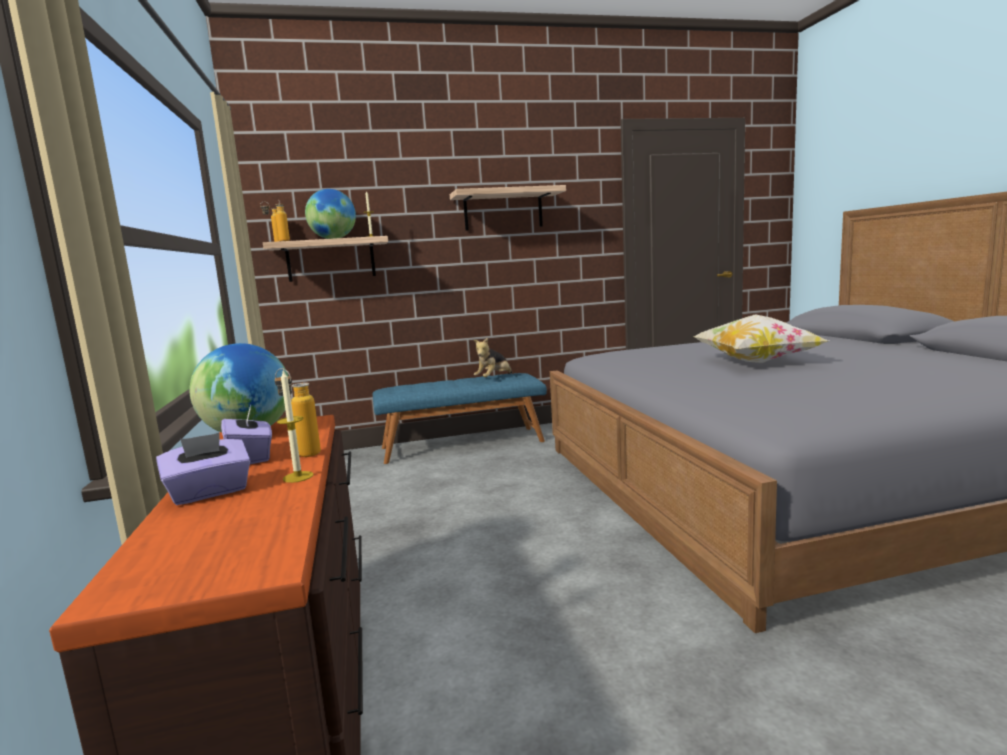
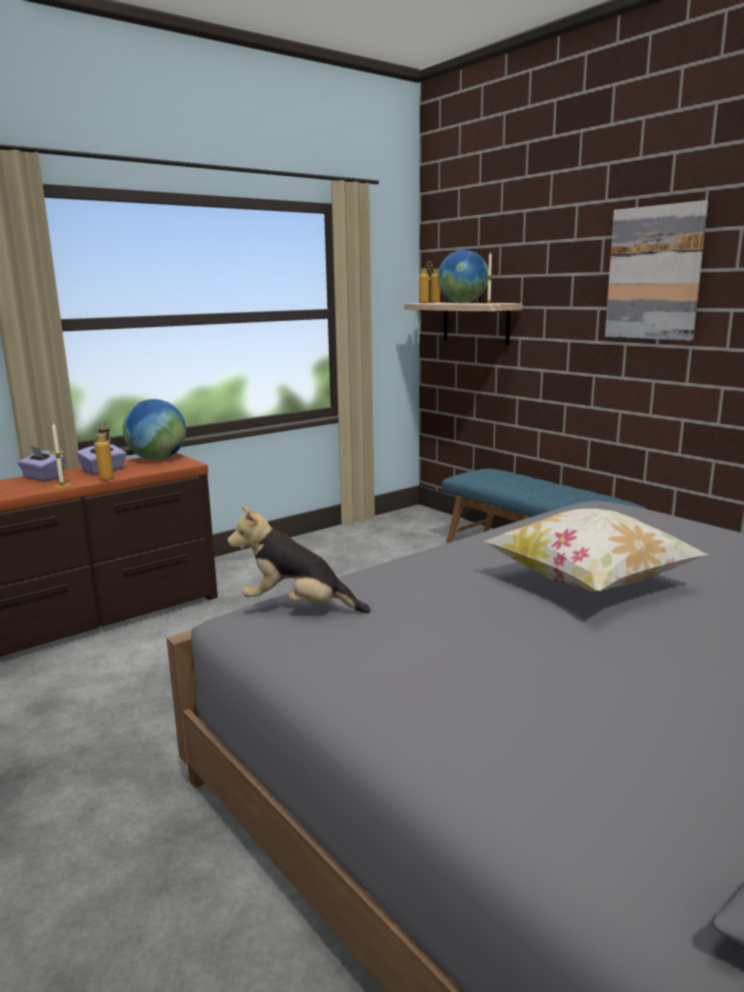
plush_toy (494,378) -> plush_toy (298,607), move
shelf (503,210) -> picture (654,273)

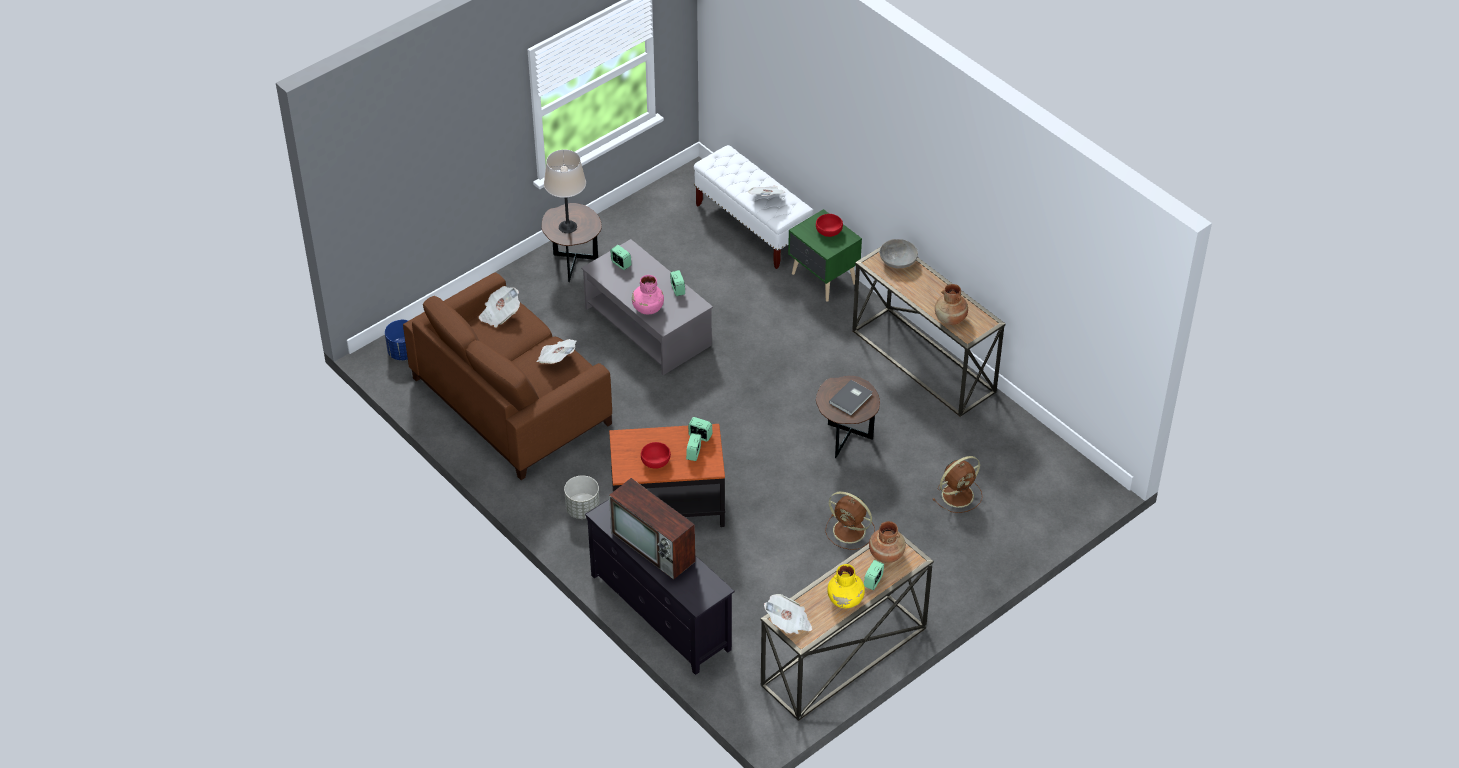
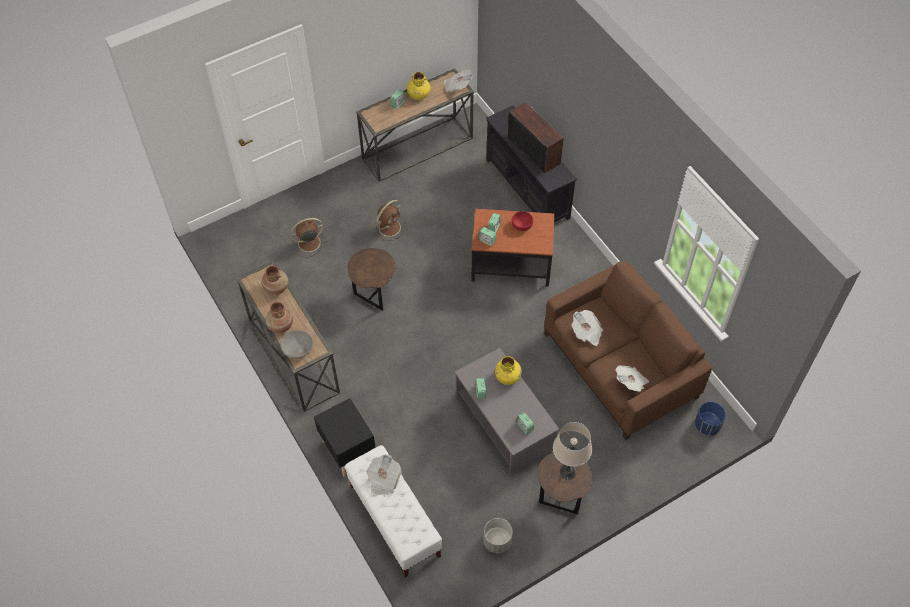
brown_vase (886,554) -> brown_vase (280,326), move
green_nightstand (823,280) -> black_nightstand (348,449)
brown_fan (850,531) -> brown_fan (390,227), 90 degrees clockwise
grey_planter (583,509) -> grey_planter (497,541), move
pink_vase (648,308) -> yellow_vase (508,376)
red_bowl (829,231) -> none
grey_book (852,399) -> none

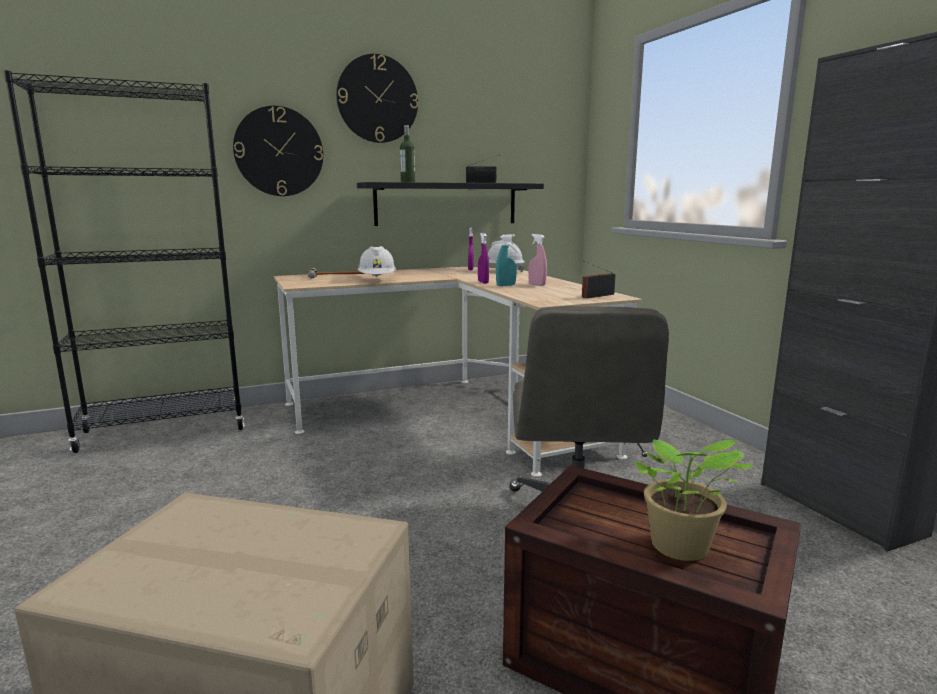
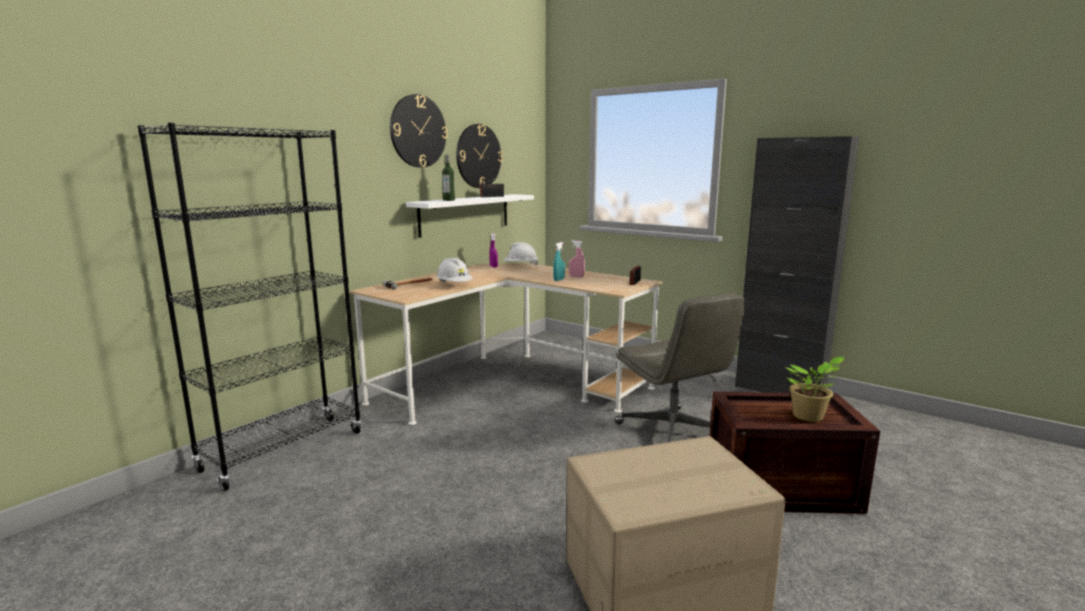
black_shelf (447,204) -> white_shelf (465,214)
wall_clock (279,152) -> wall_clock (478,156), move
purple_spray_bottle (483,282) -> none

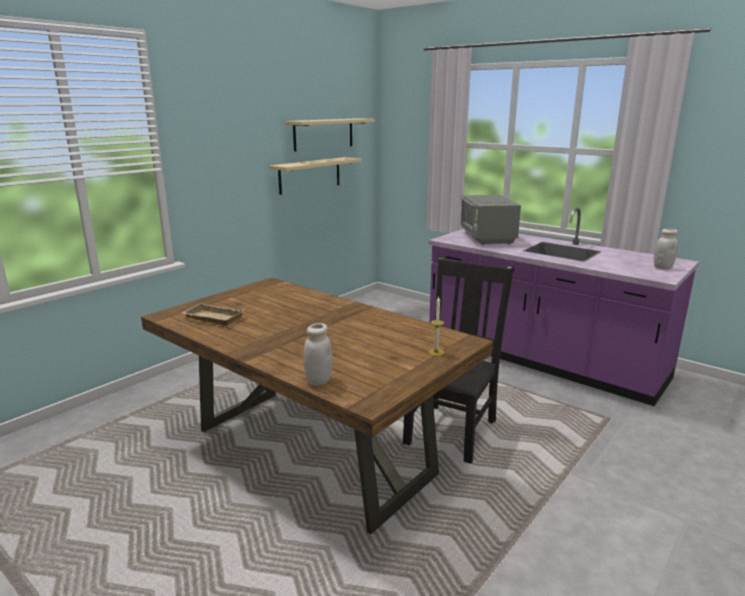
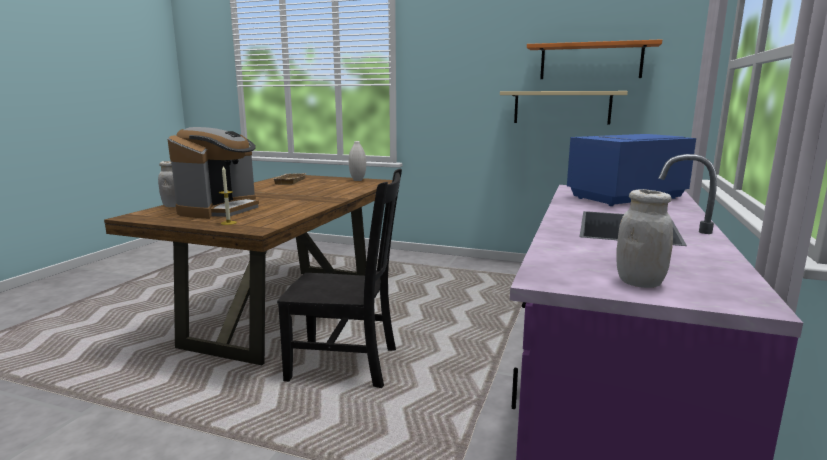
none -> coffee_machine (220,210)
none -> white_vase (358,180)
beige_shelf (323,134) -> orange_shelf (590,61)
grey_microwave (486,238) -> blue_microwave (623,198)

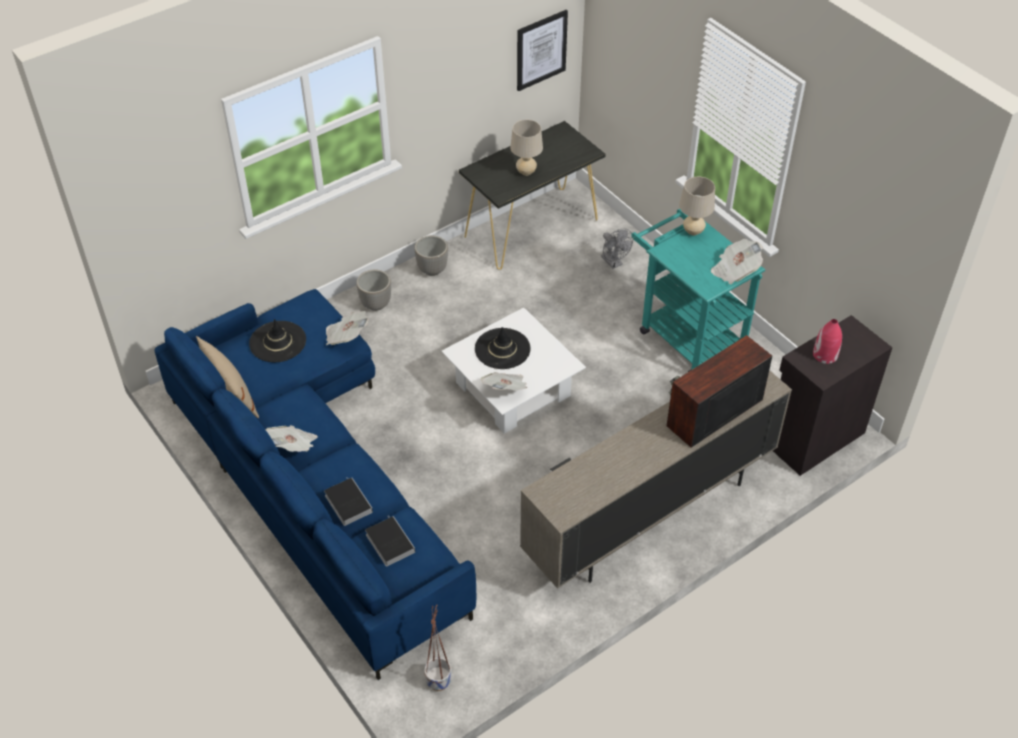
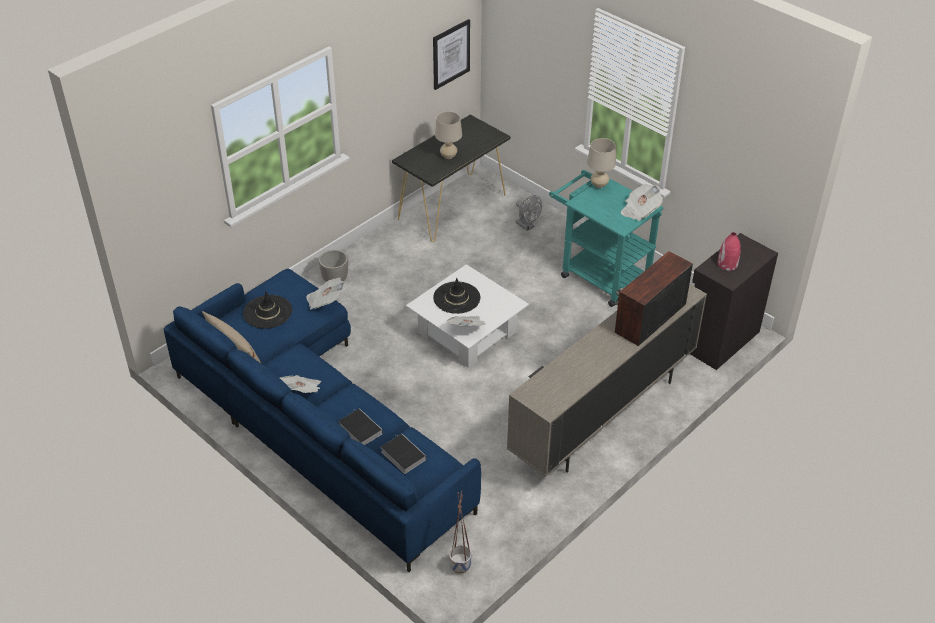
planter (432,269) -> none

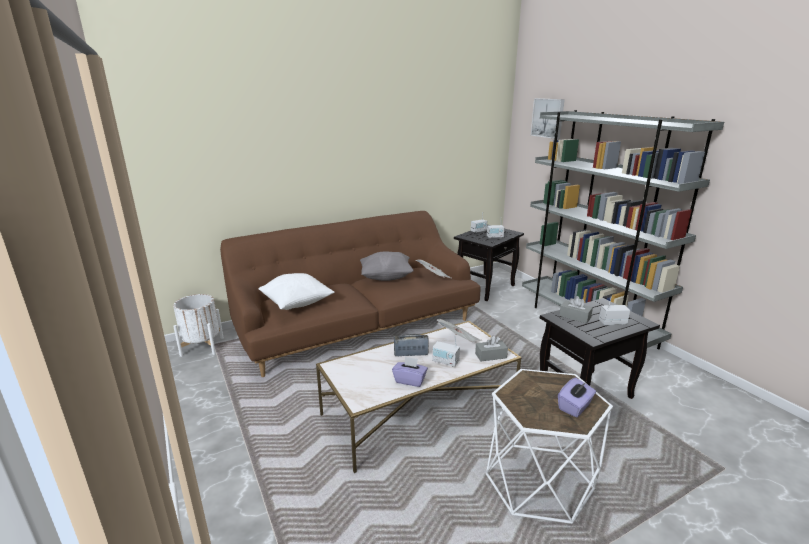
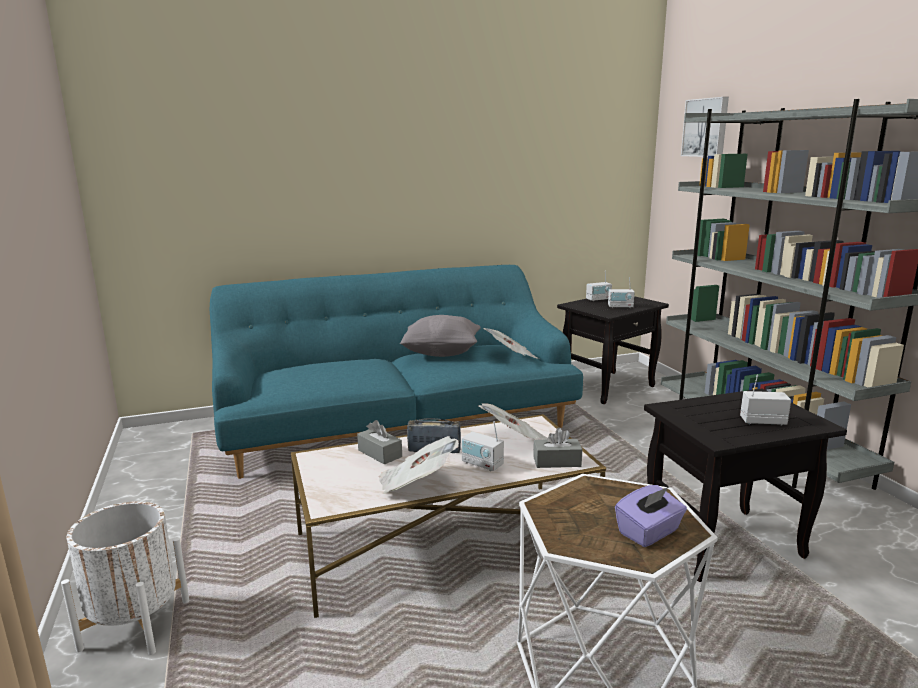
white_planter (202,346) -> white_planter (135,624), move
brown_sofa (357,326) -> turquoise_sofa (397,424)
grey_tissue_box (575,317) -> grey_tissue_box (380,453), move
purple_tissue_box (410,380) -> newspaper (416,484)
white_pillow (297,304) -> none

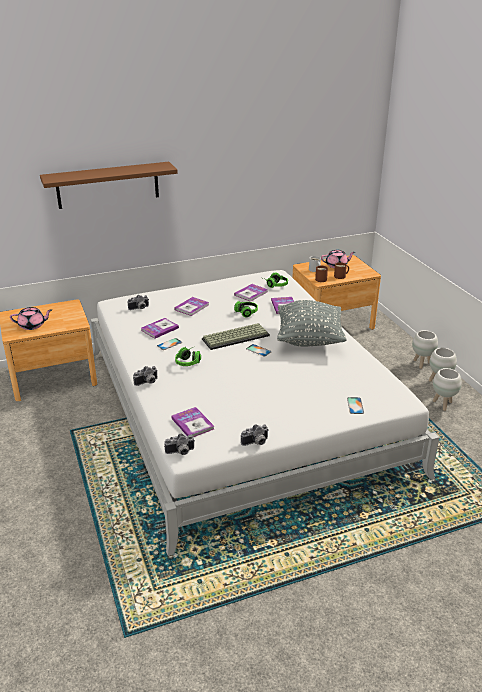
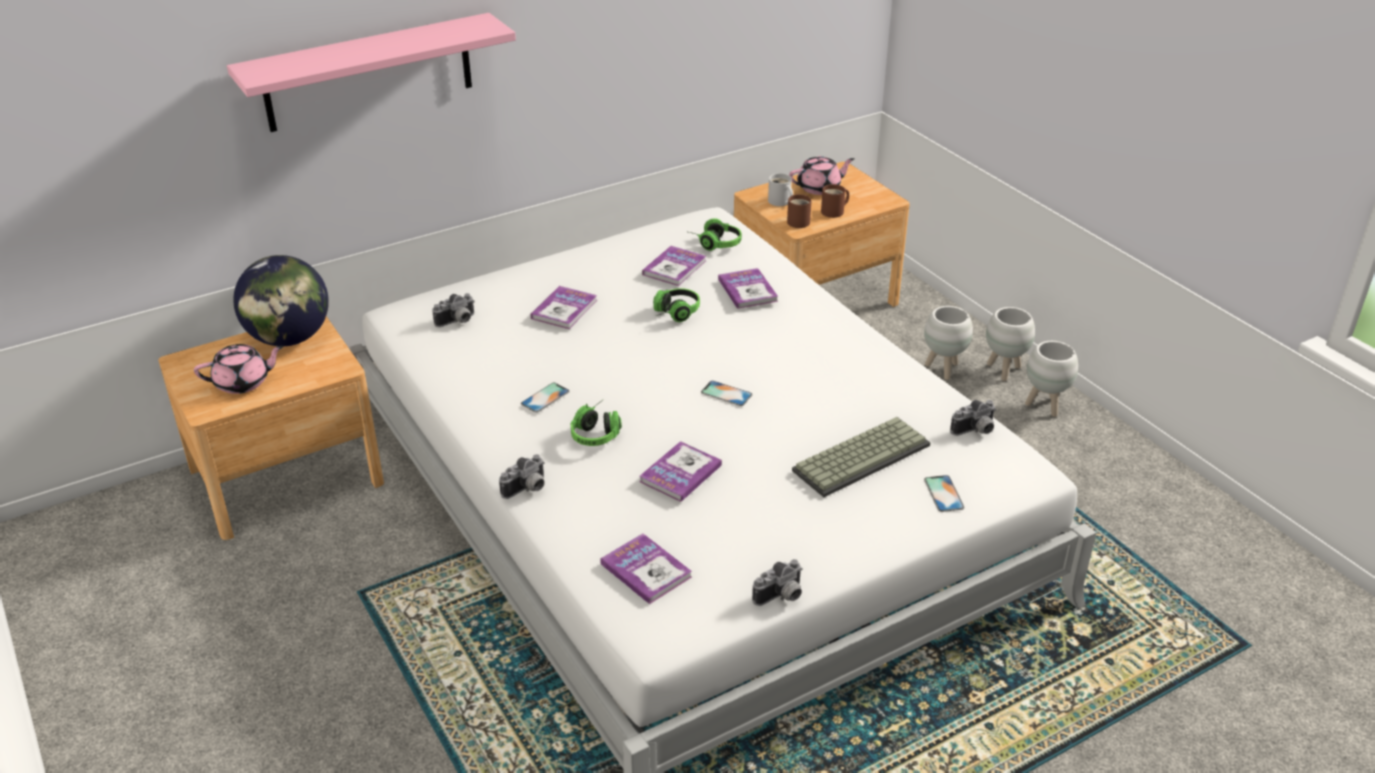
brown_shelf (108,185) -> pink_shelf (368,73)
none -> globe (289,338)
book (159,329) -> book (680,473), move
keyboard (236,337) -> keyboard (861,456), move
white_planter (442,404) -> white_planter (943,369), move
photo_camera (180,452) -> photo_camera (975,431), move
grey_pillow (309,339) -> none

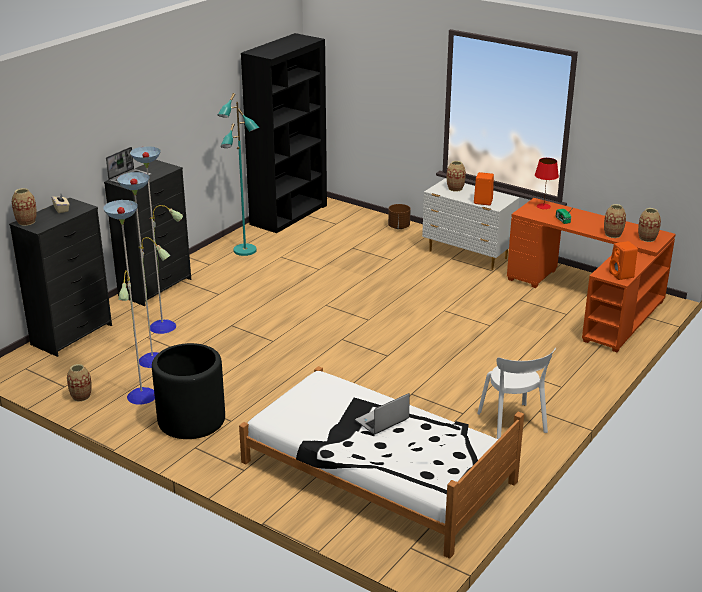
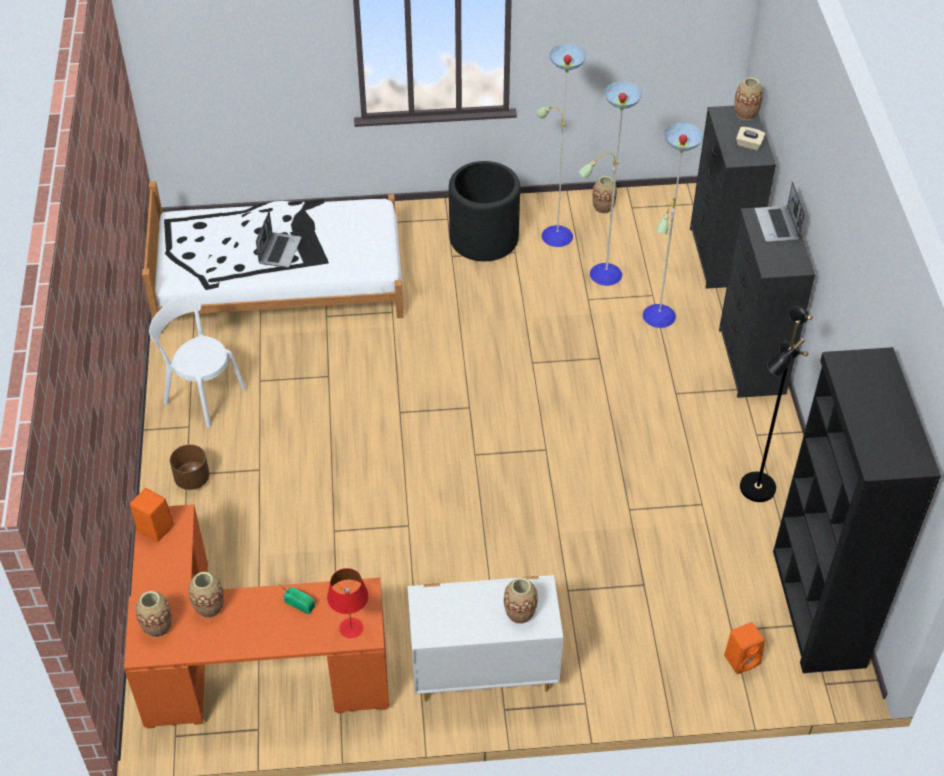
brown_planter (399,227) -> brown_planter (192,479), move
orange_speaker (482,201) -> orange_speaker (742,659), move
turquoise_floor_lamp (245,251) -> black_floor_lamp (756,487)

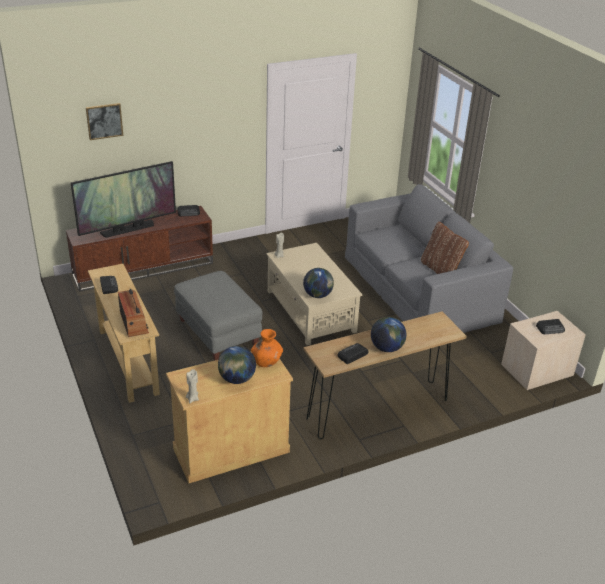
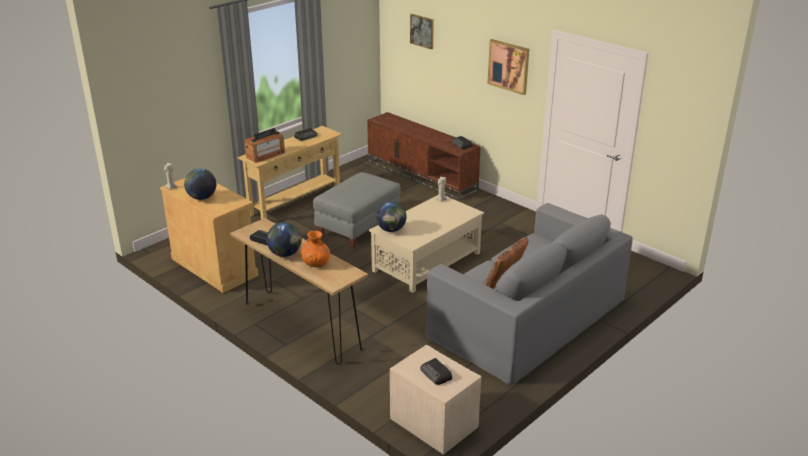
orange_vase (267,361) -> orange_vase (316,263), move
none -> picture (508,66)
television (128,229) -> none

